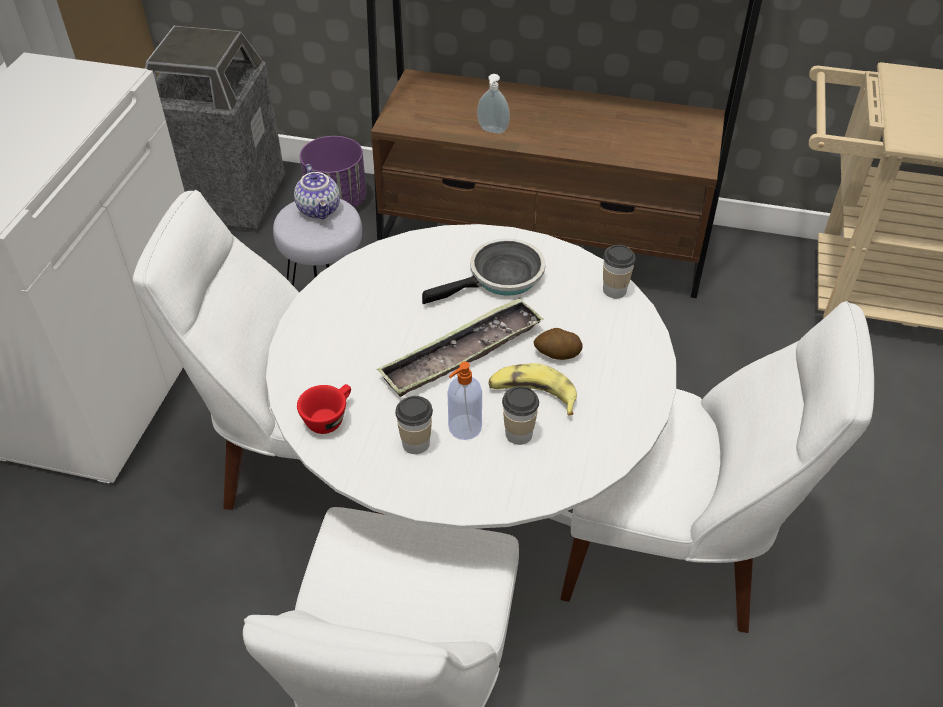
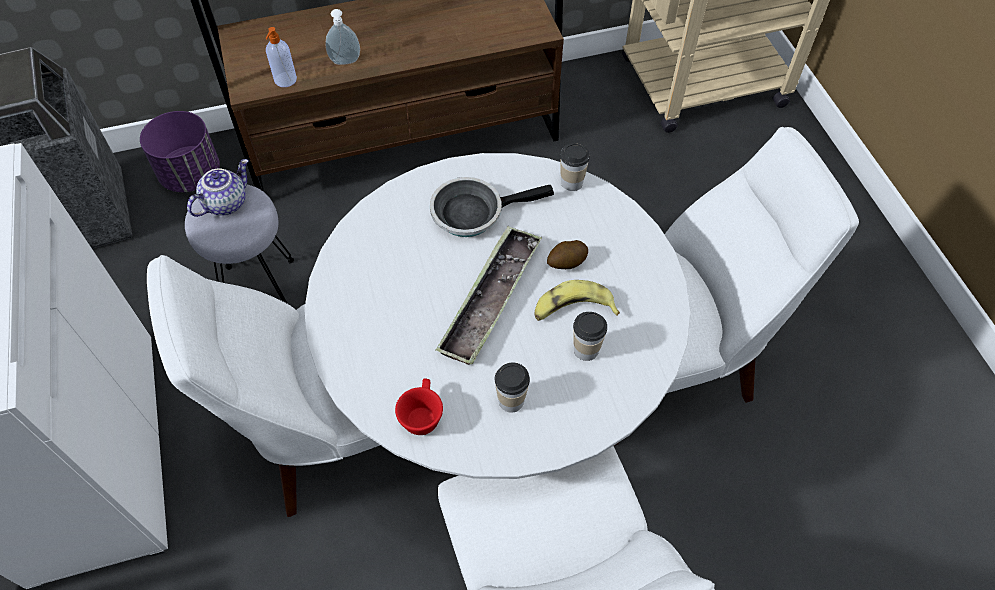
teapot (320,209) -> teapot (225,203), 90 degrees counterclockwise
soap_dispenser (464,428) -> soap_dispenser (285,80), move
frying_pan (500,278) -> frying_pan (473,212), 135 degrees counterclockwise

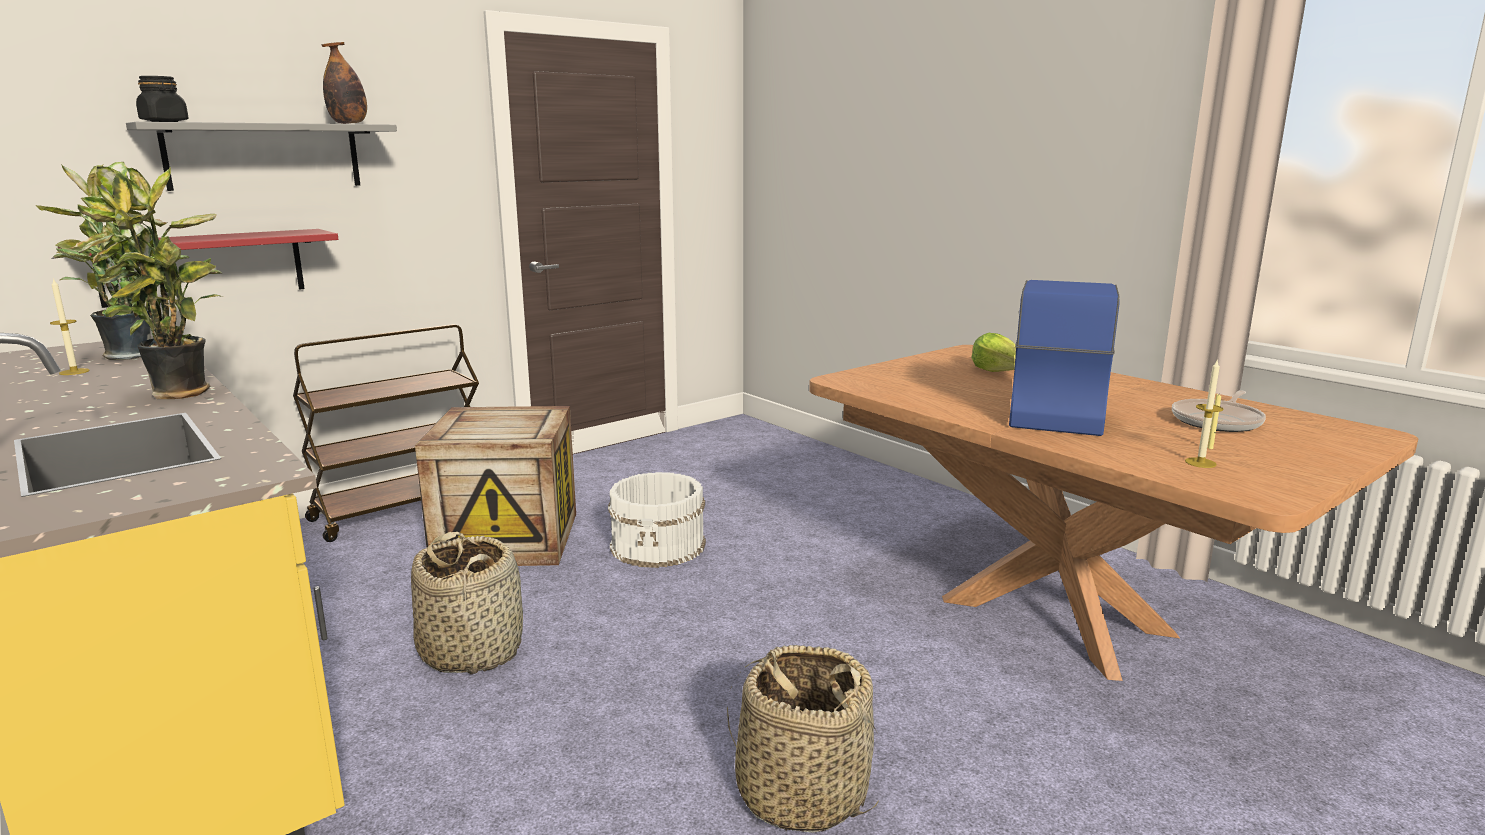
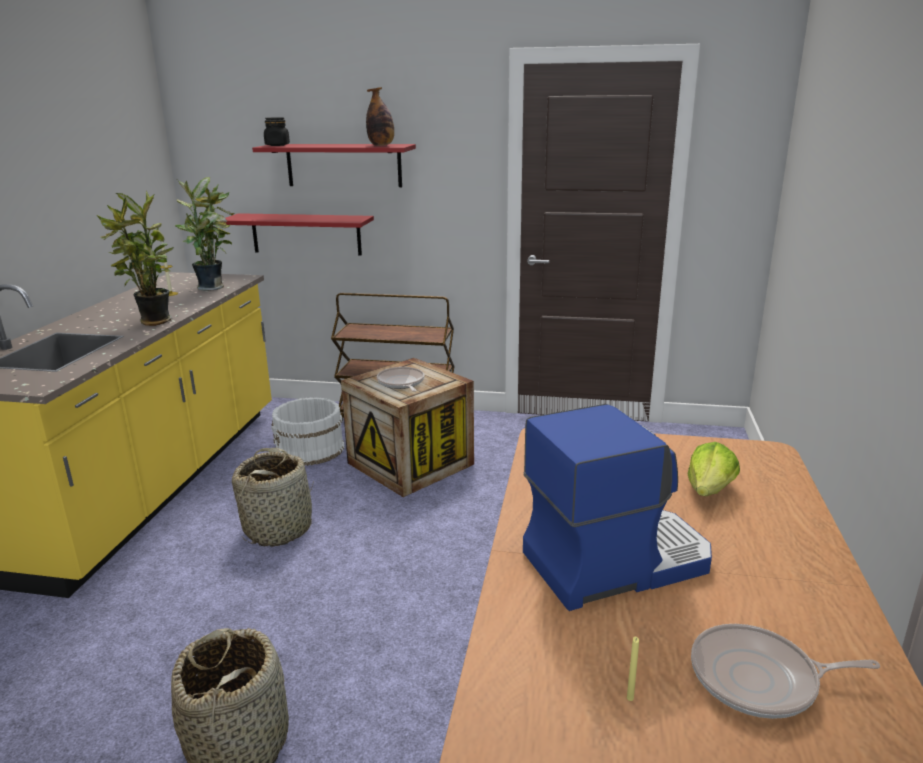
grey_shelf (264,156) -> red_shelf (343,165)
white_bucket (659,545) -> white_bucket (310,450), move
none -> frying_pan (401,383)
candle (1200,463) -> none

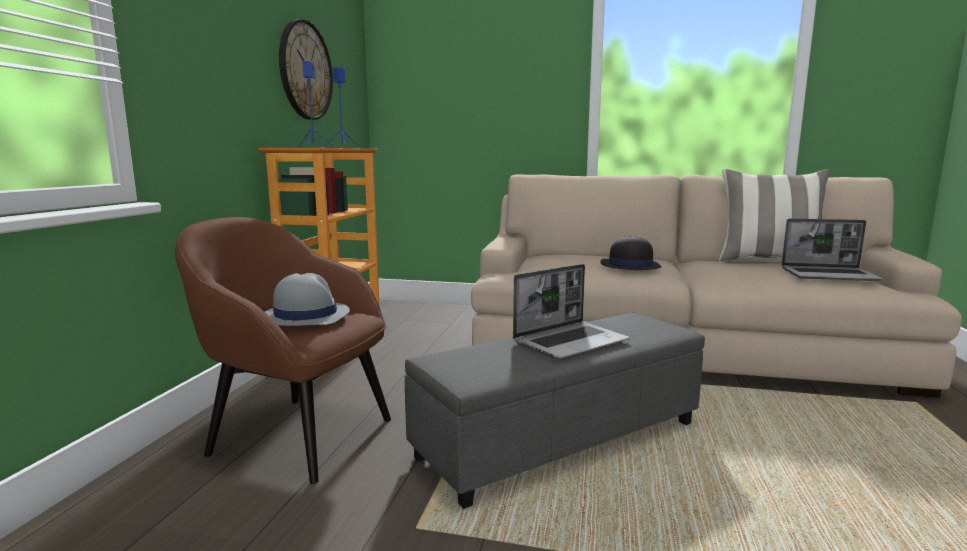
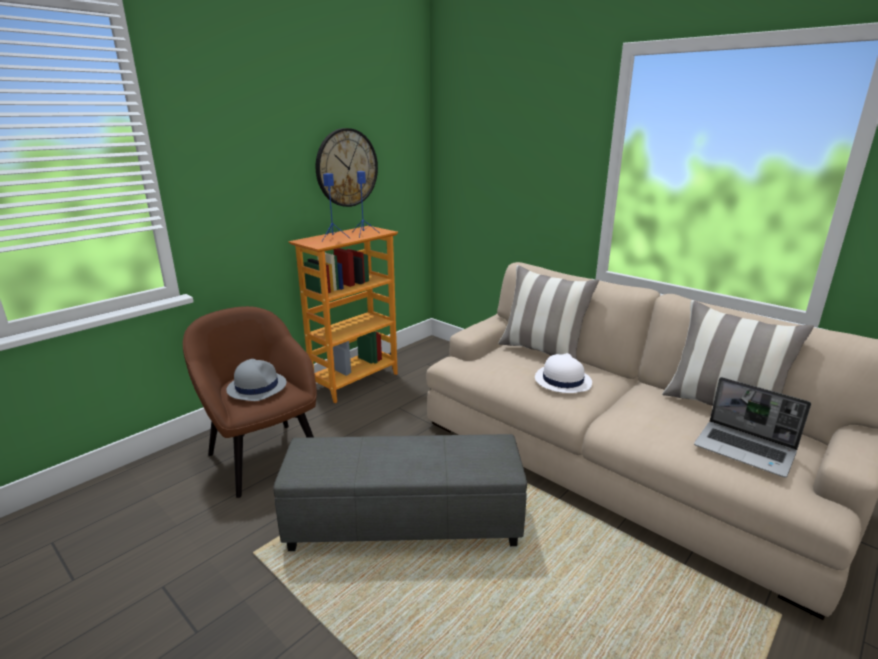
none -> pillow (542,351)
black_hat (629,265) -> white_hat (562,380)
laptop (571,341) -> none

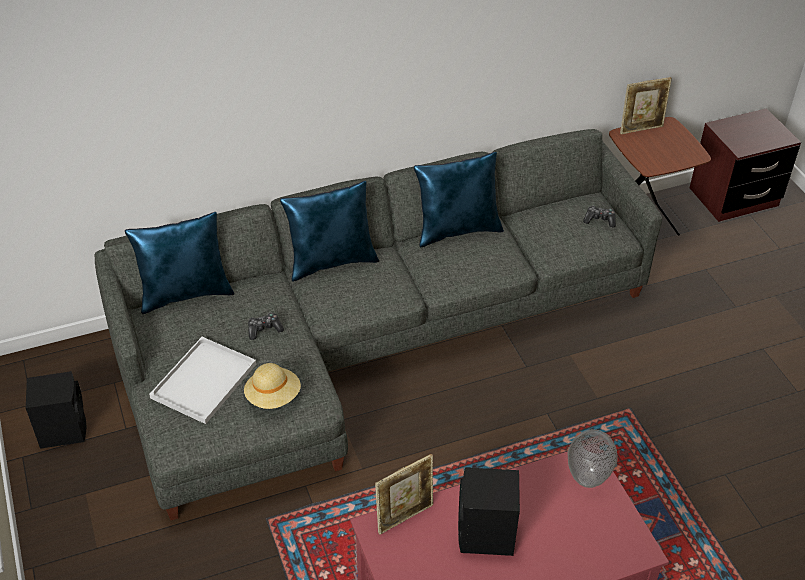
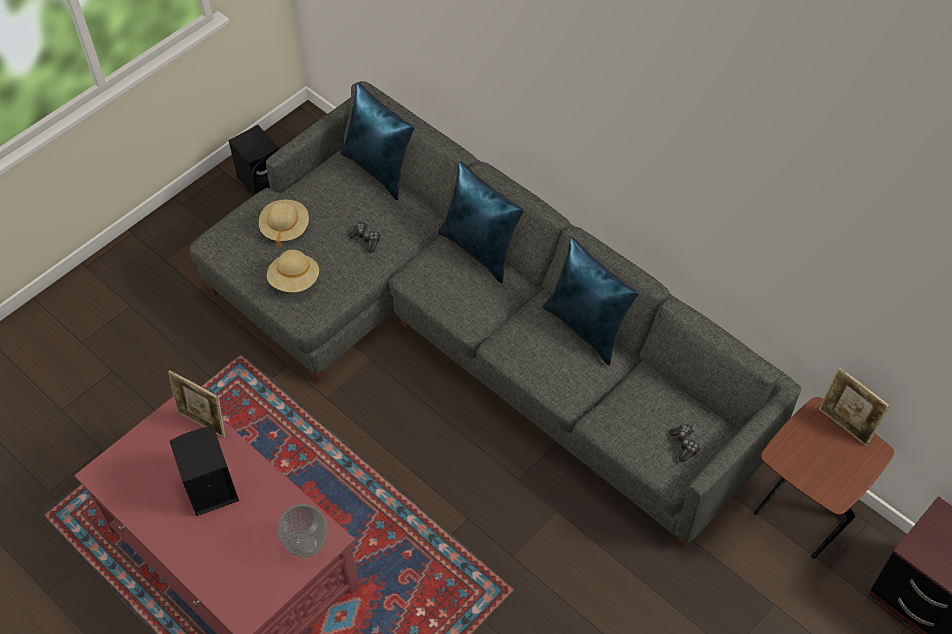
white_tray (203,382) -> beige_hat (285,228)

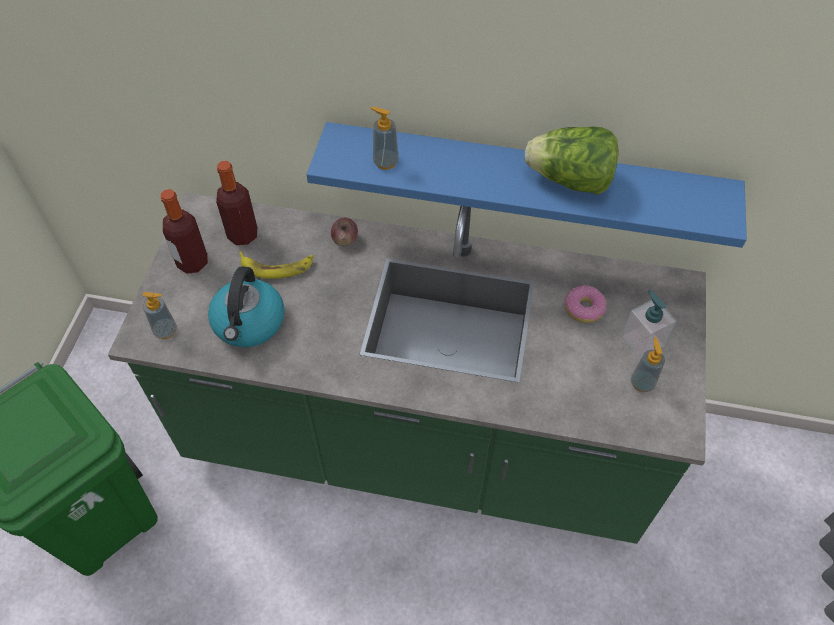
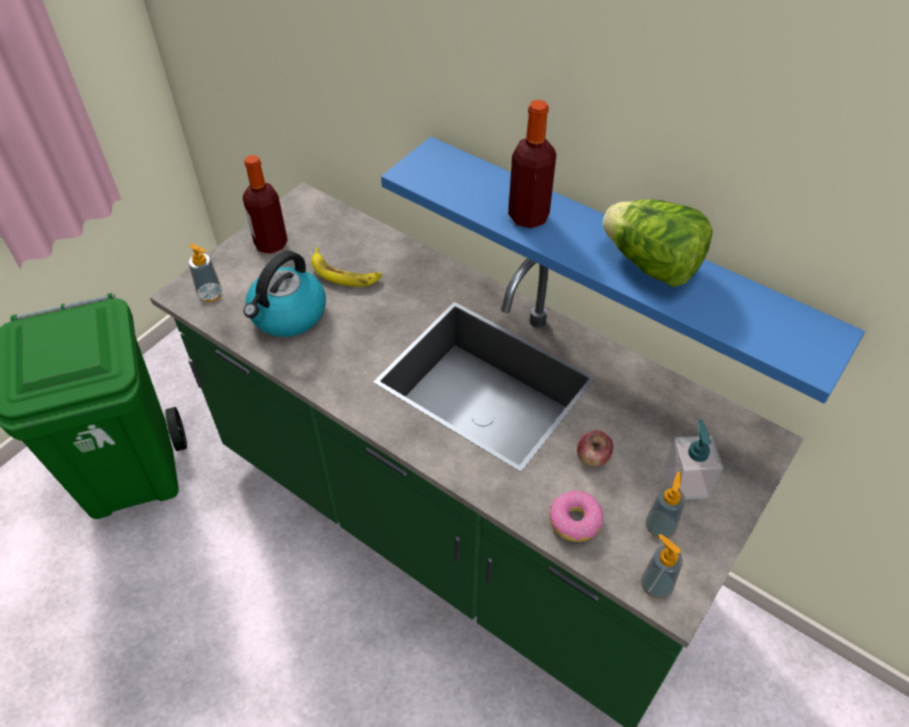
bottle (243,235) -> bottle (528,216), move
donut (584,309) -> donut (575,521), move
apple (345,240) -> apple (592,457), move
soap_dispenser (385,162) -> soap_dispenser (655,585), move

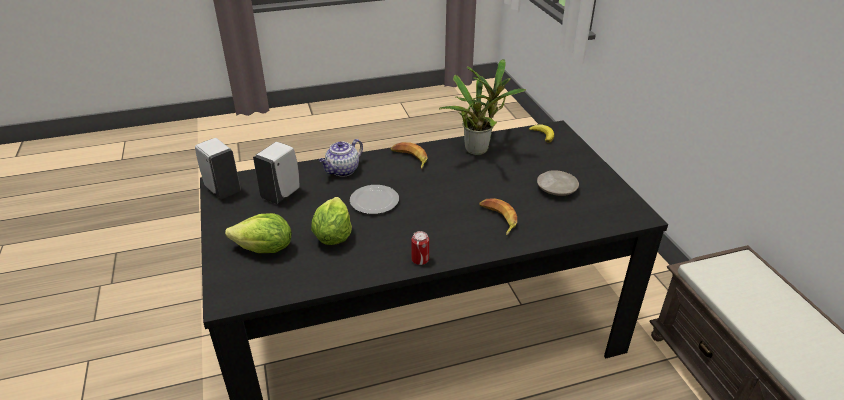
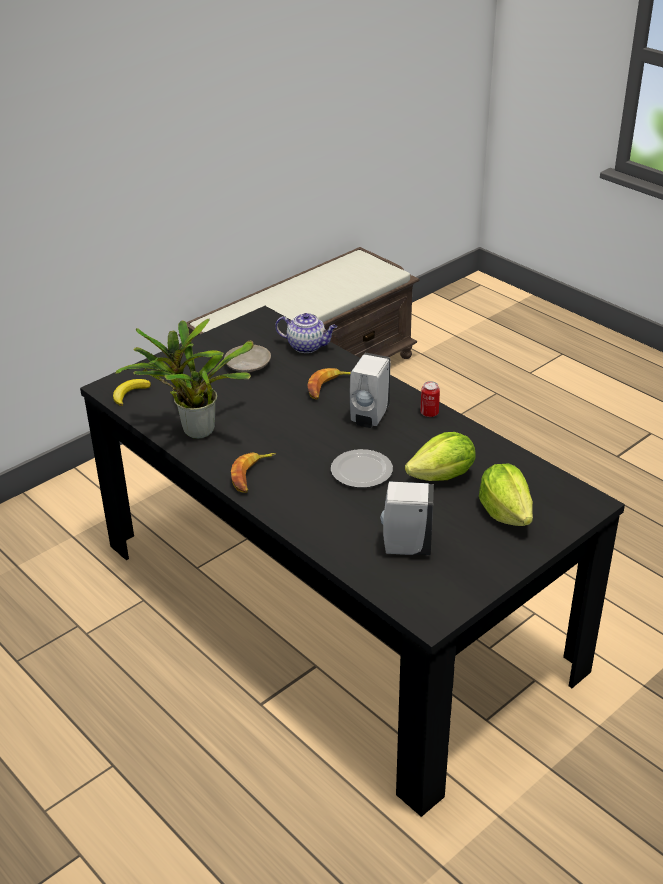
teapot (342,171) -> teapot (307,346), move
white_soap_dispenser (222,189) -> white_soap_dispenser (369,417), move

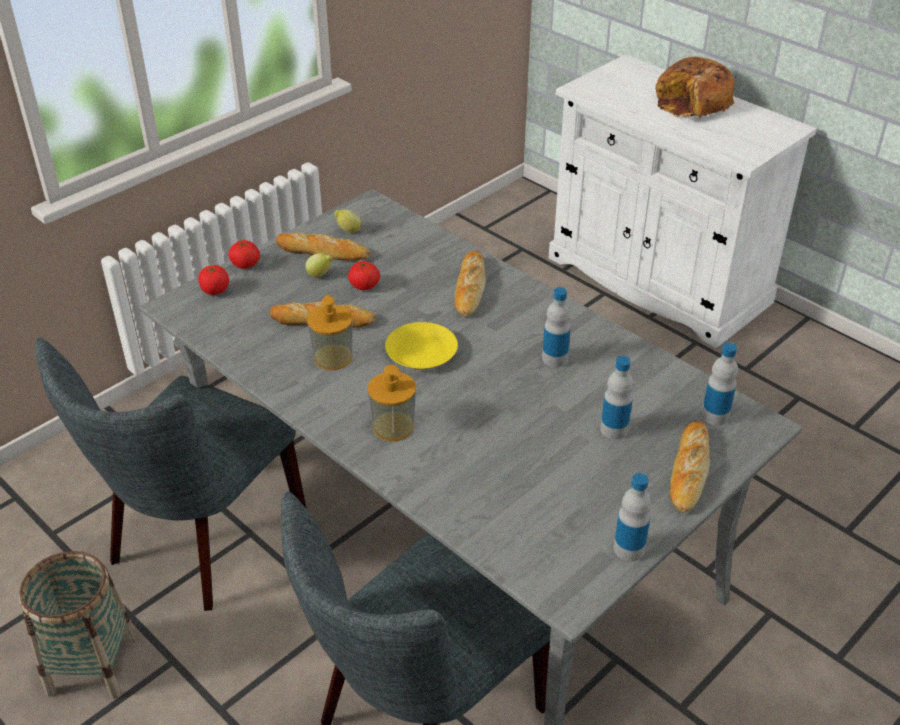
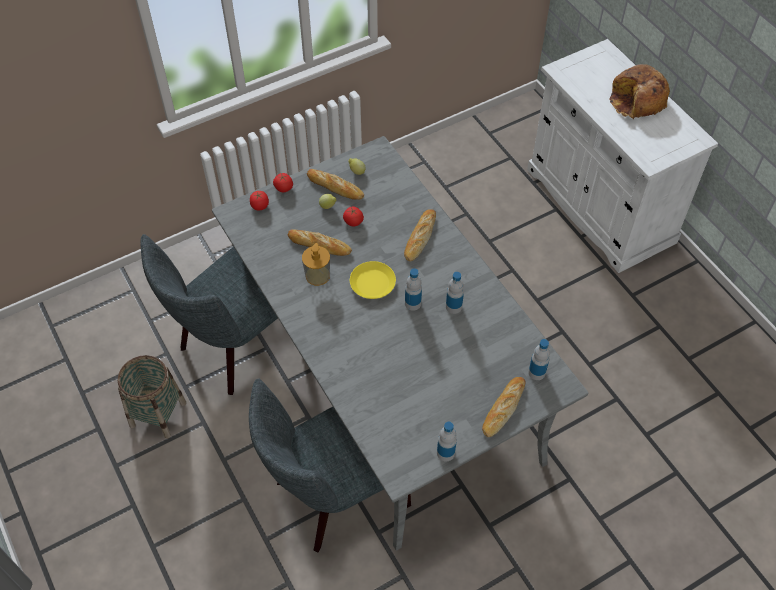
bottle (614,429) -> bottle (413,303), move
soap_dispenser (393,426) -> none

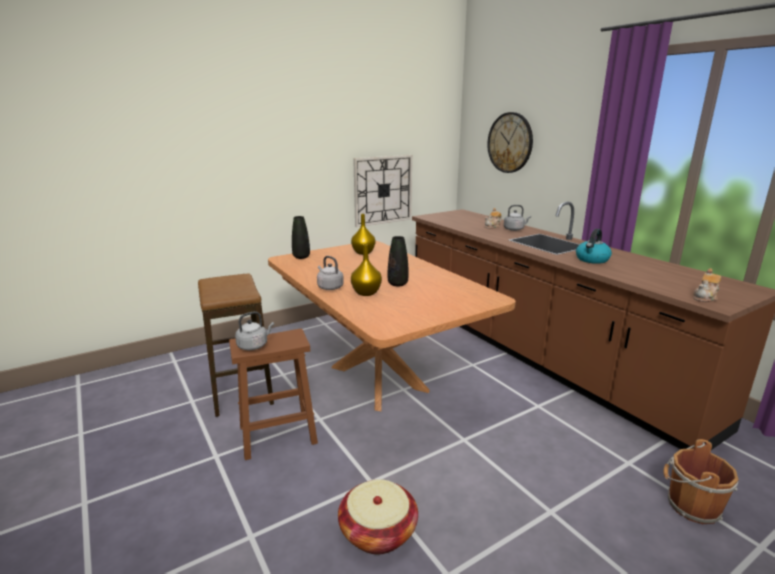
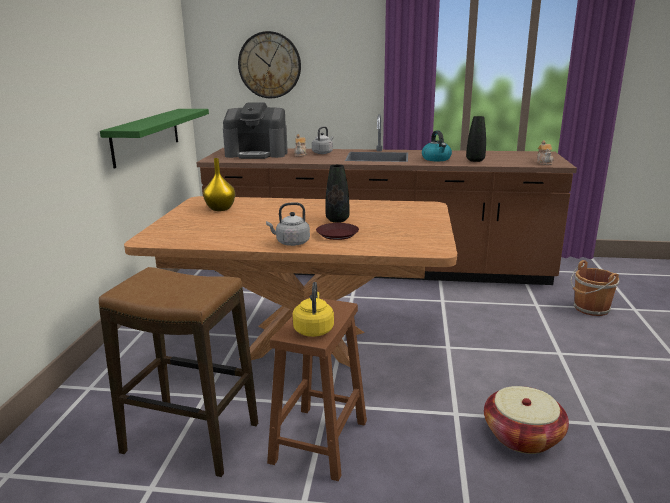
wall_clock (383,190) -> green_shelf (146,136)
none -> coffee_machine (257,154)
grey_kettle (254,345) -> yellow_kettle (313,329)
yellow_vase (367,293) -> brown_plate (338,234)
black_vase (301,257) -> black_vase (475,160), move

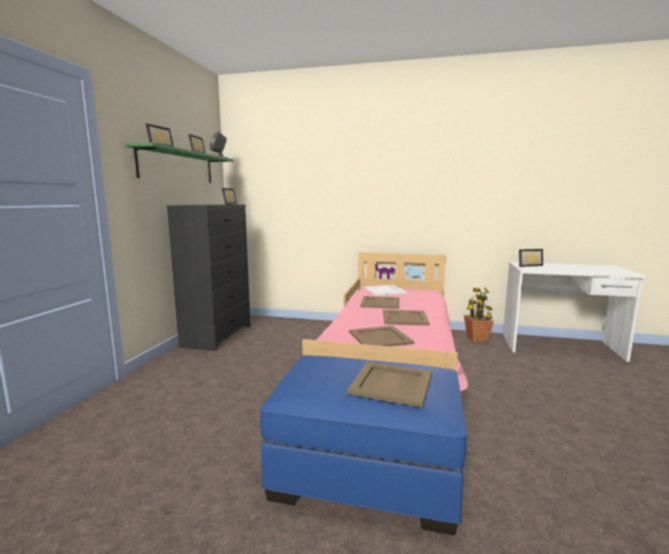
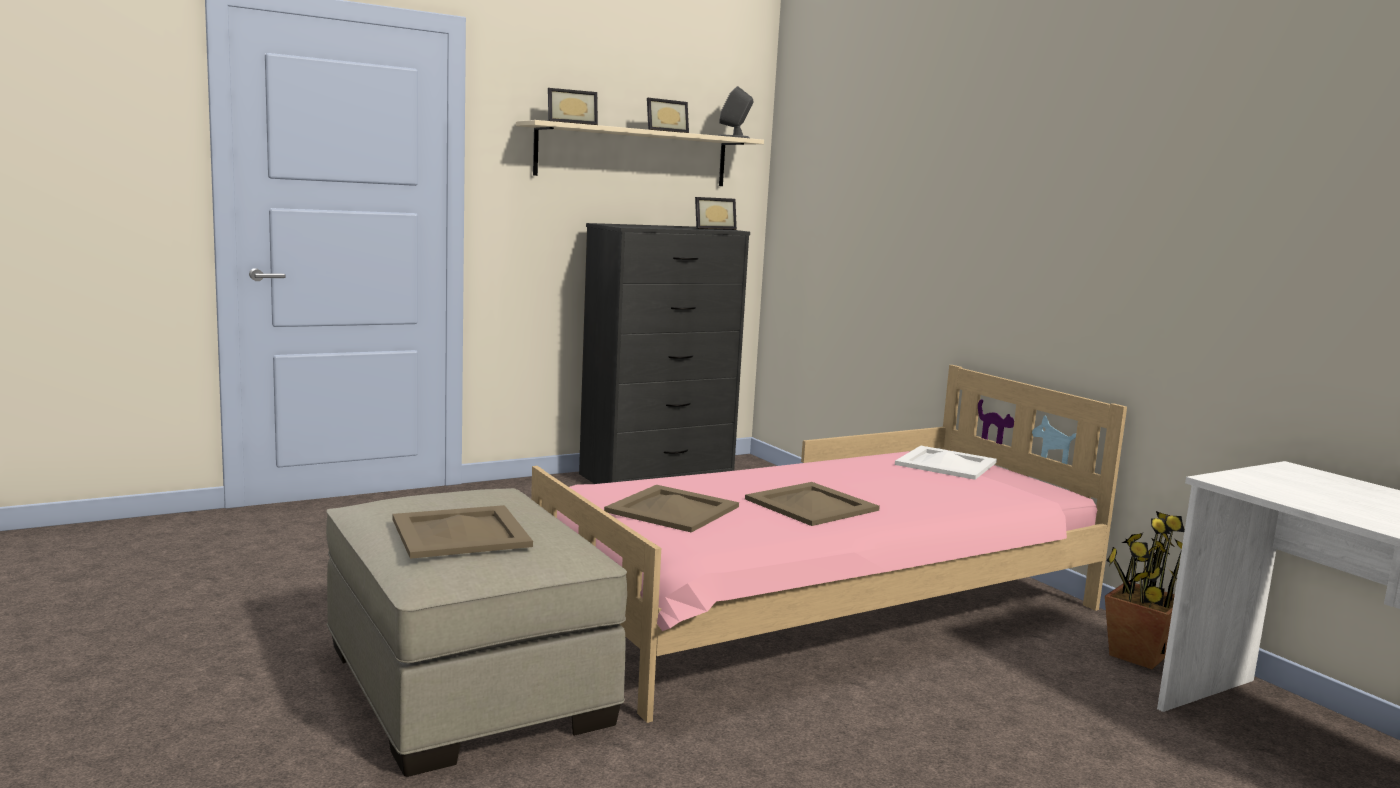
blue_ottoman (367,471) -> beige_ottoman (467,684)
green_shelf (177,167) -> beige_shelf (633,156)
beige_tray (380,302) -> none
picture_frame (528,265) -> none

